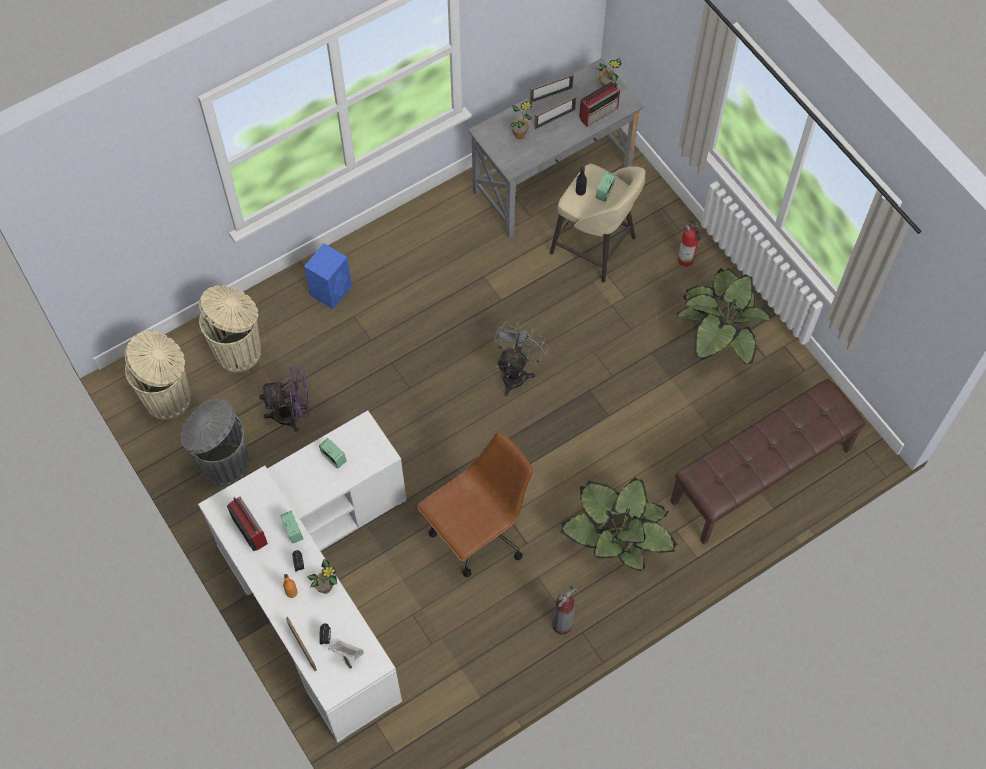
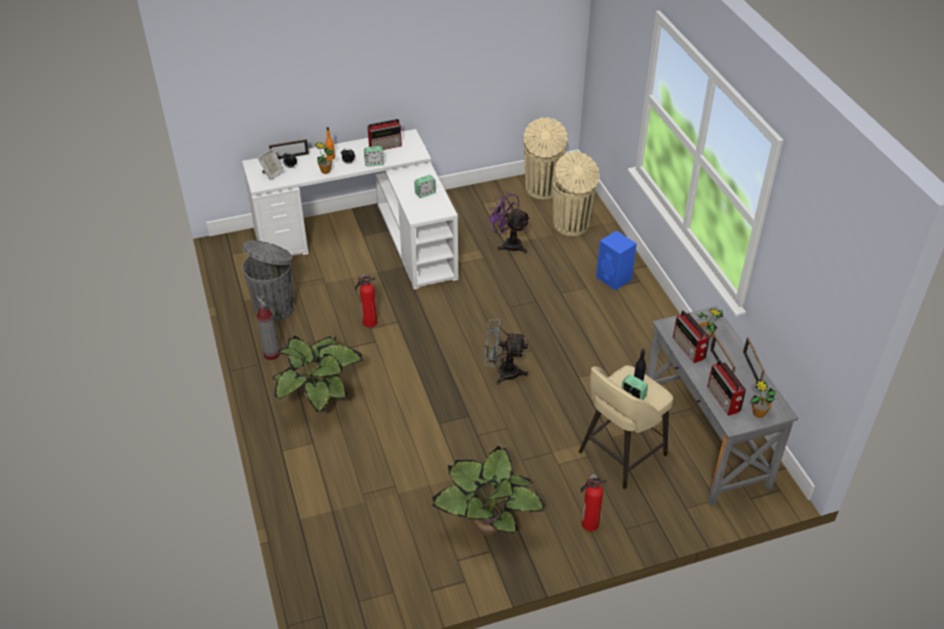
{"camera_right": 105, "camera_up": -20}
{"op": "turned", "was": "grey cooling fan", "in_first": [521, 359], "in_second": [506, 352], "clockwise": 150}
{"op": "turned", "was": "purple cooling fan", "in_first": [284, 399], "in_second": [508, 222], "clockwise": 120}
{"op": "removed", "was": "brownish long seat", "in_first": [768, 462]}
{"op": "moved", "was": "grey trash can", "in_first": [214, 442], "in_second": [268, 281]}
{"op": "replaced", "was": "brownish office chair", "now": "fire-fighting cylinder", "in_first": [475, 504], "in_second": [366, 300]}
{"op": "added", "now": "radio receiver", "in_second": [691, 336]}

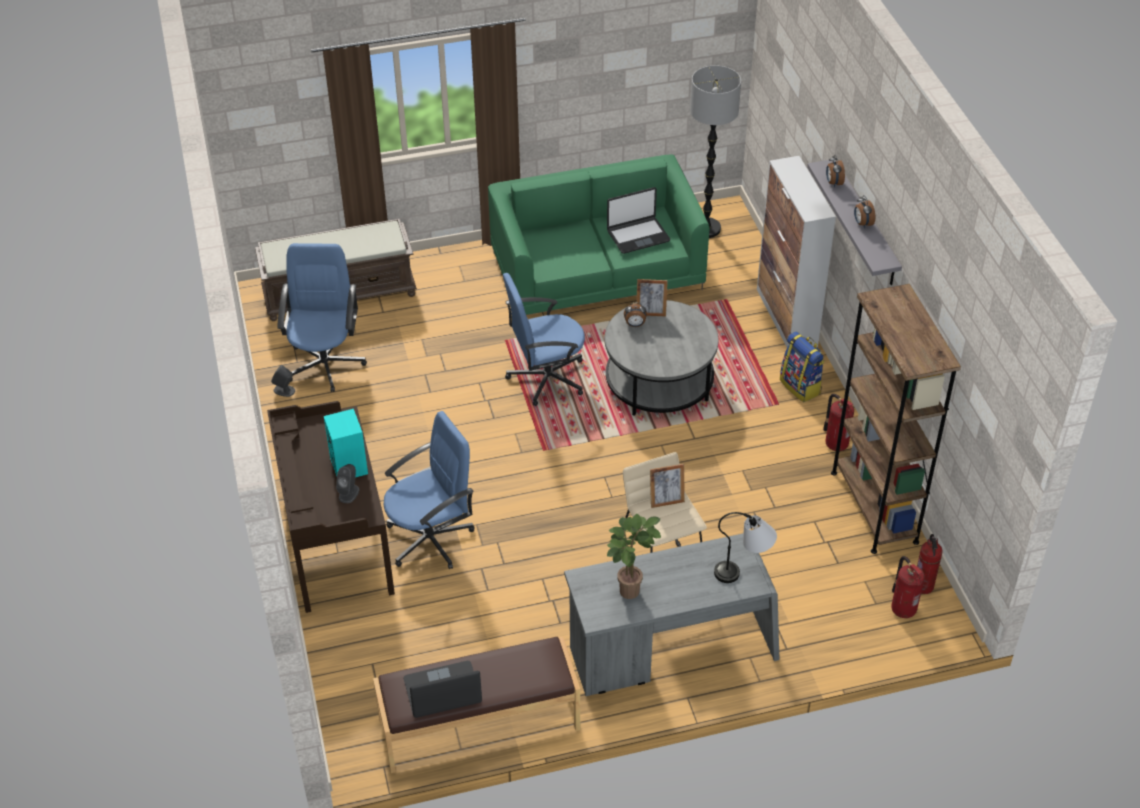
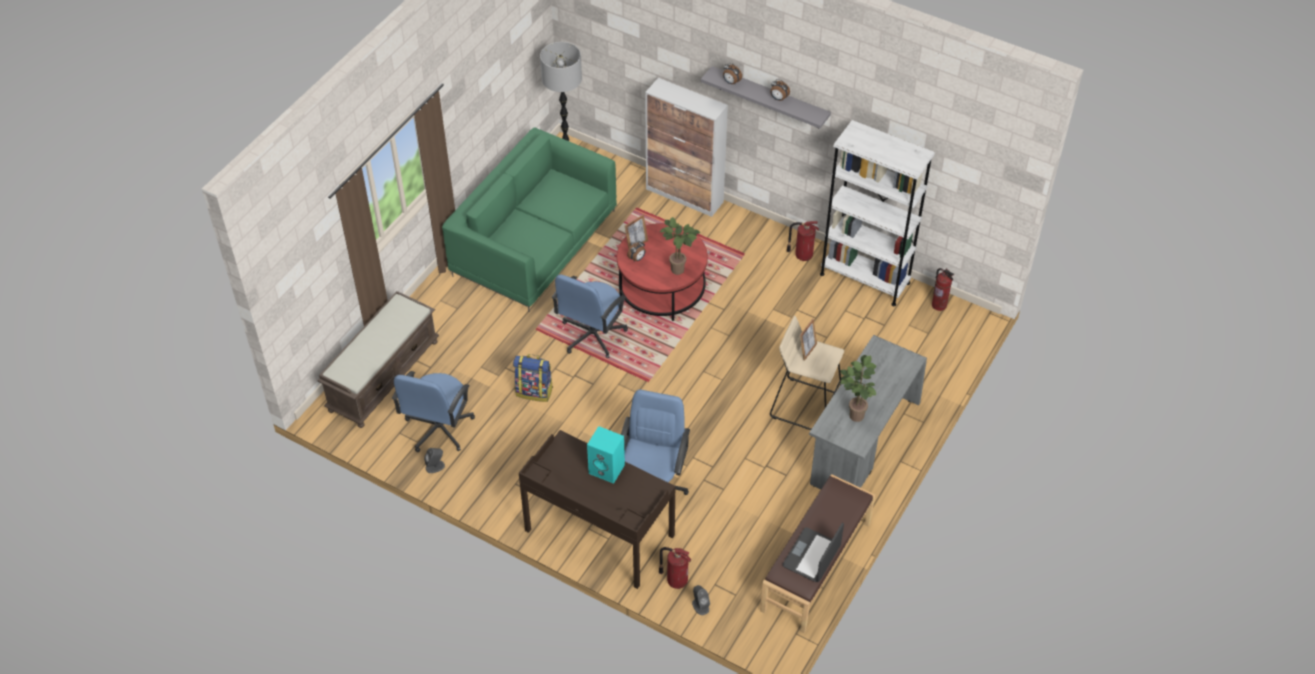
{"camera_right": -45, "camera_up": 5}
{"op": "removed", "was": "notebook computer", "in_first": [638, 220]}
{"op": "turned", "was": "blue office chair", "in_first": [322, 317], "in_second": [433, 411], "clockwise": -120}
{"op": "recoloured", "was": "brownish bookshelf", "now": "white-coloured bookshelf", "in_first": [896, 419], "in_second": [877, 213]}
{"op": "recoloured", "was": "grey low table", "now": "reddish low table", "in_first": [661, 358], "in_second": [662, 272]}
{"op": "moved", "was": "knapsack", "in_first": [802, 366], "in_second": [533, 378]}
{"op": "moved", "was": "grey loudspeaker", "in_first": [347, 483], "in_second": [701, 600]}
{"op": "removed", "was": "lamp for a table", "in_first": [745, 547]}
{"op": "moved", "was": "fire-fighting cylinder", "in_first": [908, 587], "in_second": [675, 568]}
{"op": "added", "now": "potted plant", "in_second": [680, 246]}

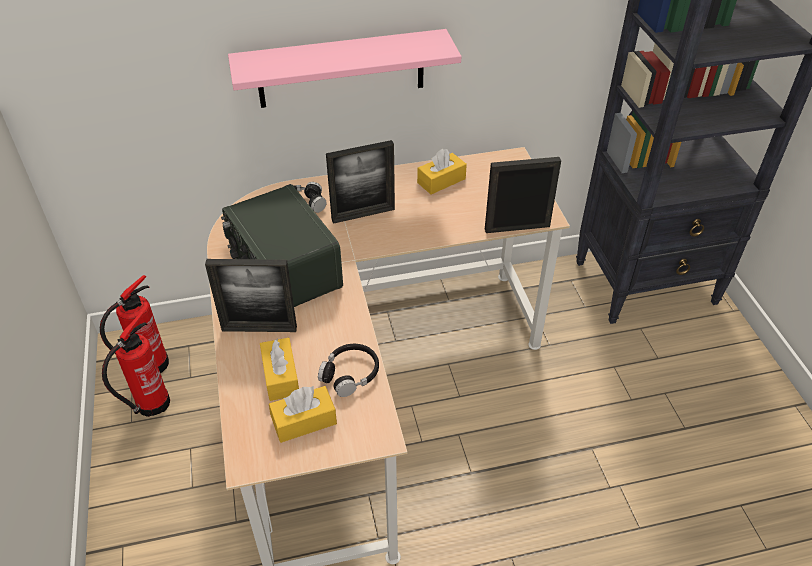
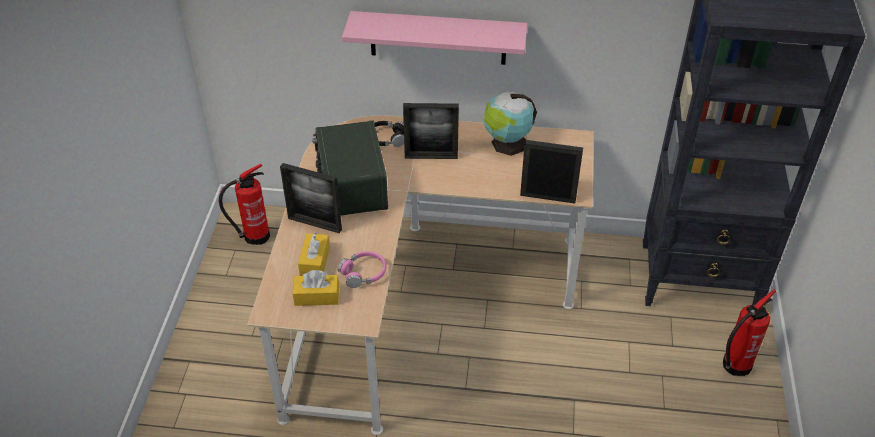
{"camera_right": 20, "camera_up": 0}
{"op": "replaced", "was": "yellowish box of tissues", "now": "desk globe", "in_first": [442, 172], "in_second": [510, 124]}
{"op": "moved", "was": "fire-fighting cylinder", "in_first": [136, 364], "in_second": [749, 333]}
{"op": "recoloured", "was": "black-coloured pair of headphones", "now": "pink-coloured pair of headphones", "in_first": [348, 370], "in_second": [362, 269]}

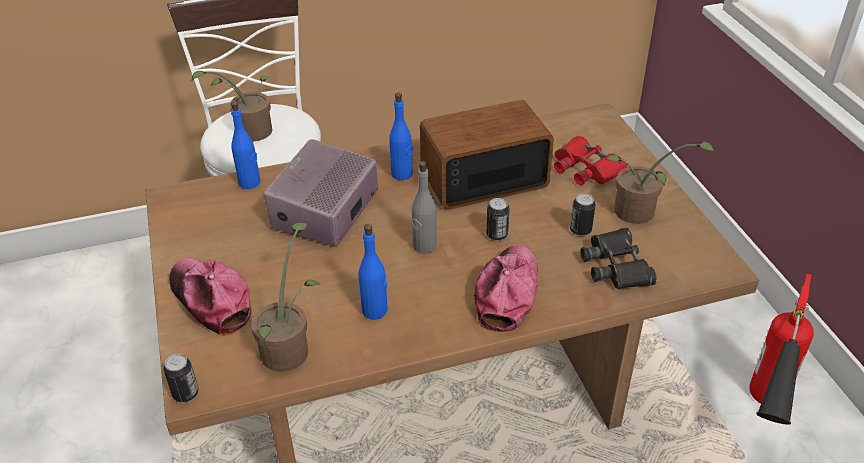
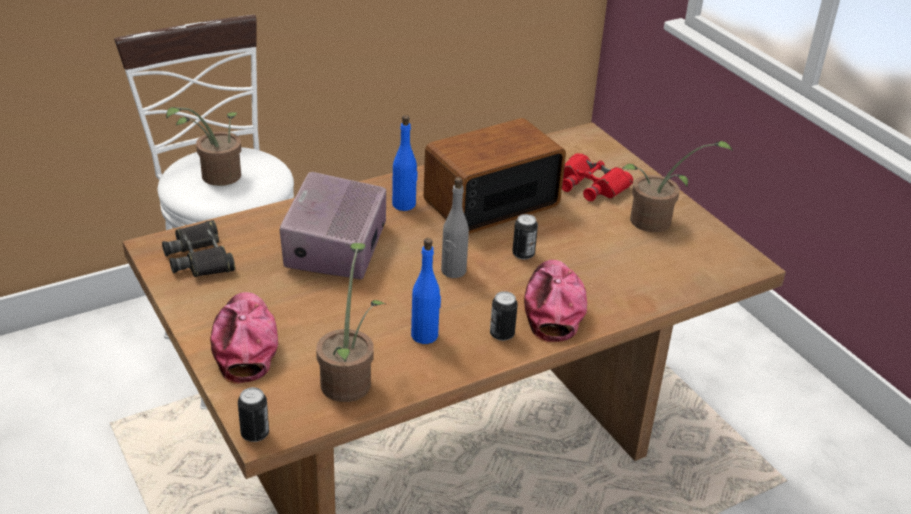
{"camera_right": -15, "camera_up": -5}
{"op": "removed", "was": "blue bottle", "in_first": [246, 145]}
{"op": "moved", "was": "metal can", "in_first": [583, 214], "in_second": [504, 316]}
{"op": "moved", "was": "black-coloured binoculars", "in_first": [618, 258], "in_second": [198, 248]}
{"op": "turned", "was": "baseball cap", "in_first": [210, 297], "in_second": [244, 338], "clockwise": 45}
{"op": "removed", "was": "fire-fighting cylinder", "in_first": [781, 349]}

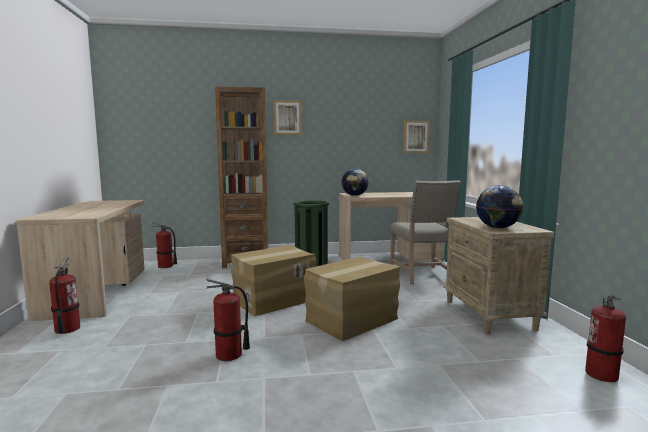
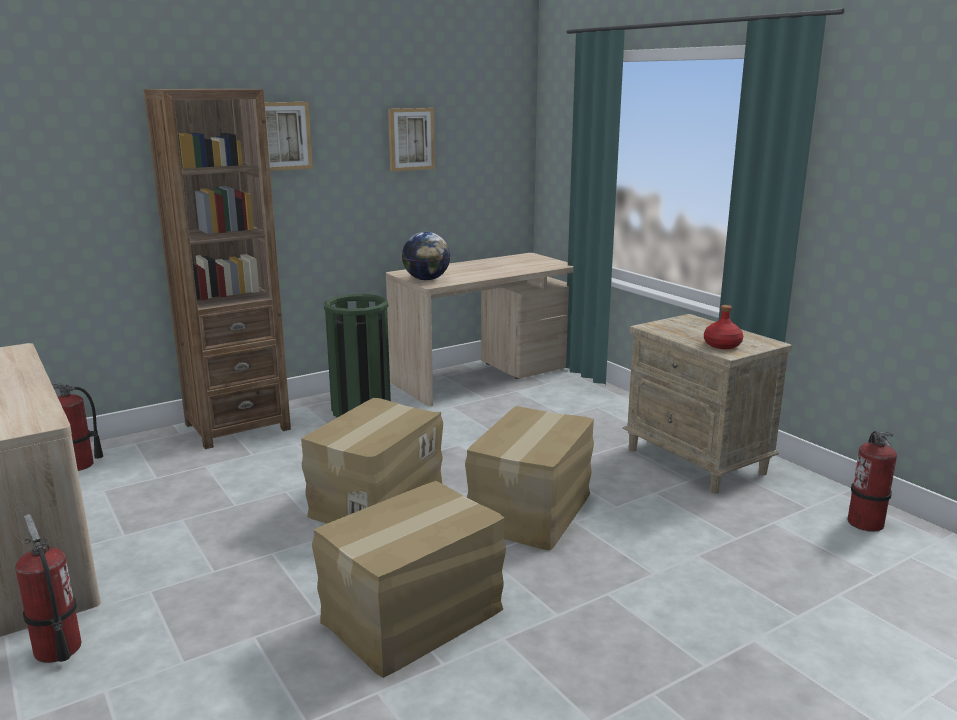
{"camera_right": -25, "camera_up": 10}
{"op": "moved", "was": "picture", "in_first": [416, 137], "in_second": [411, 140]}
{"op": "removed", "was": "beige chair", "in_first": [425, 232]}
{"op": "replaced", "was": "desk globe", "now": "reddish bottle", "in_first": [499, 206], "in_second": [723, 327]}
{"op": "replaced", "was": "fire-fighting cylinder", "now": "carton", "in_first": [228, 320], "in_second": [409, 579]}

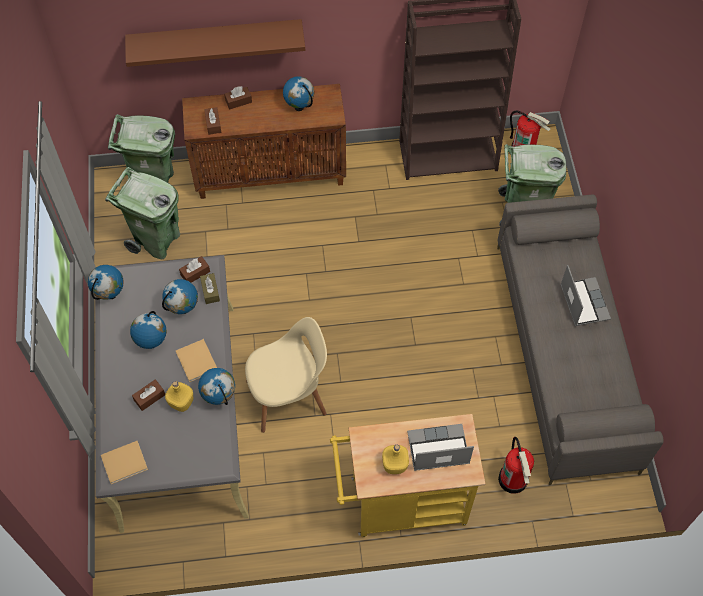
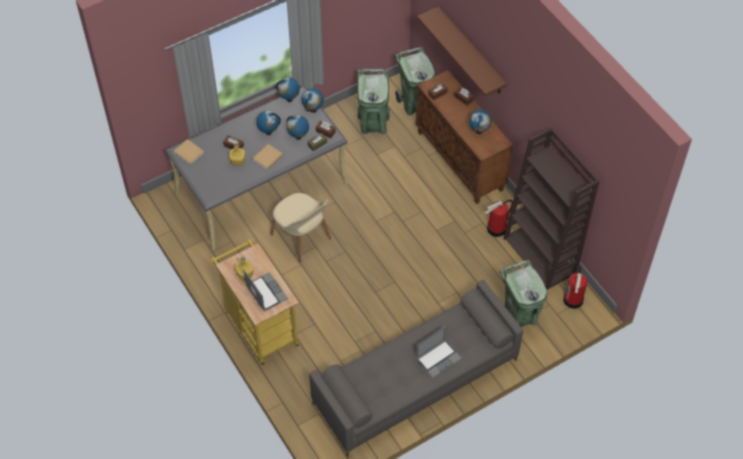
{"camera_right": 65, "camera_up": -5}
{"op": "moved", "was": "desk globe", "in_first": [216, 386], "in_second": [312, 100]}
{"op": "moved", "was": "fire-fighting cylinder", "in_first": [516, 465], "in_second": [499, 218]}

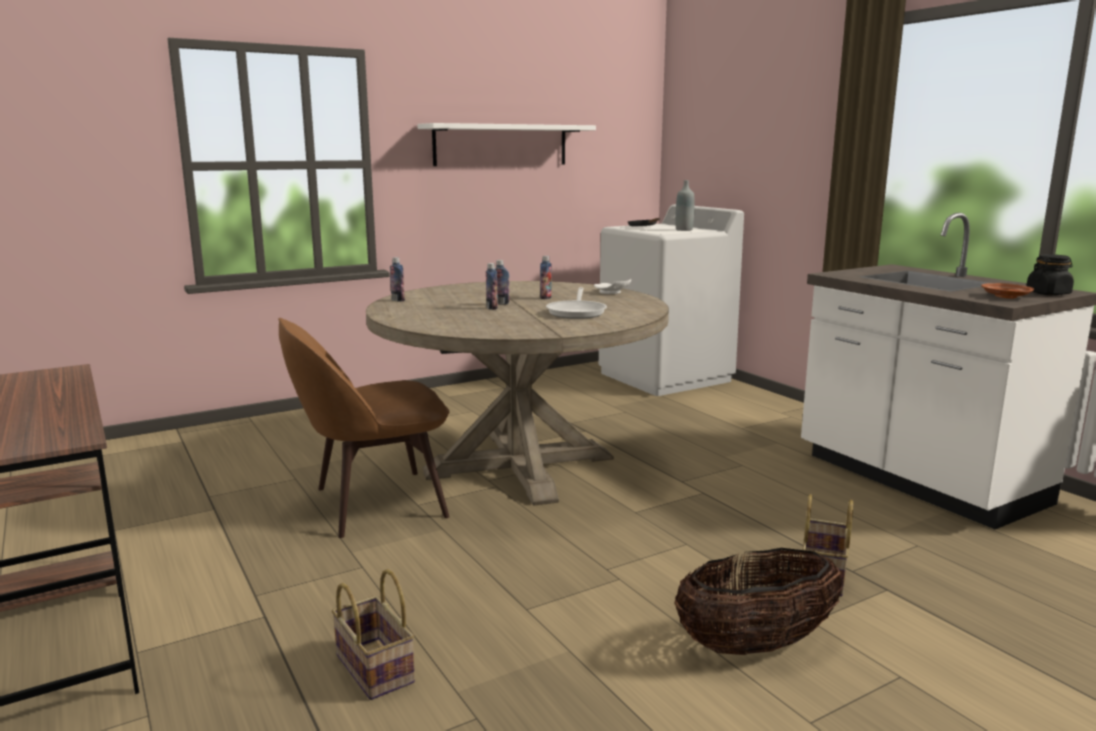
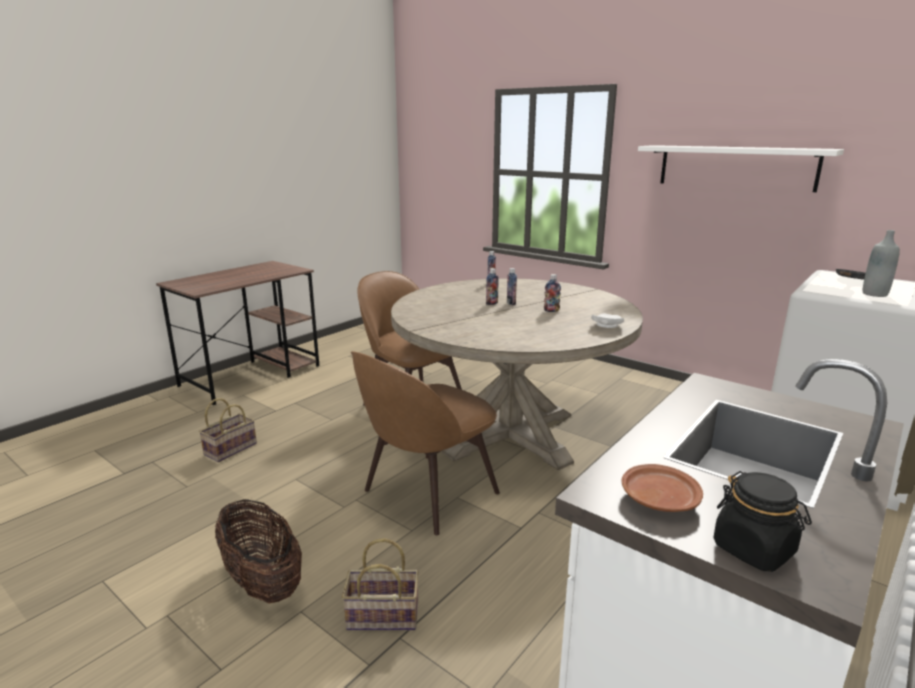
{"camera_right": 70, "camera_up": 5}
{"op": "removed", "was": "skillet", "in_first": [576, 303]}
{"op": "added", "now": "brownish chair", "in_second": [425, 443]}

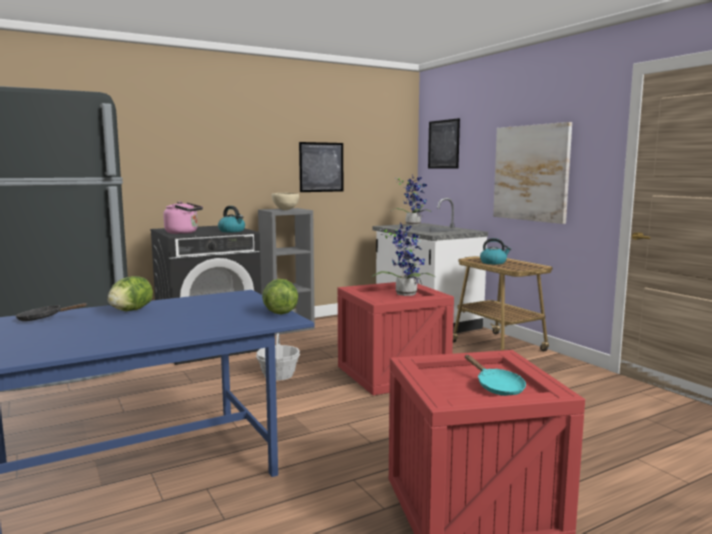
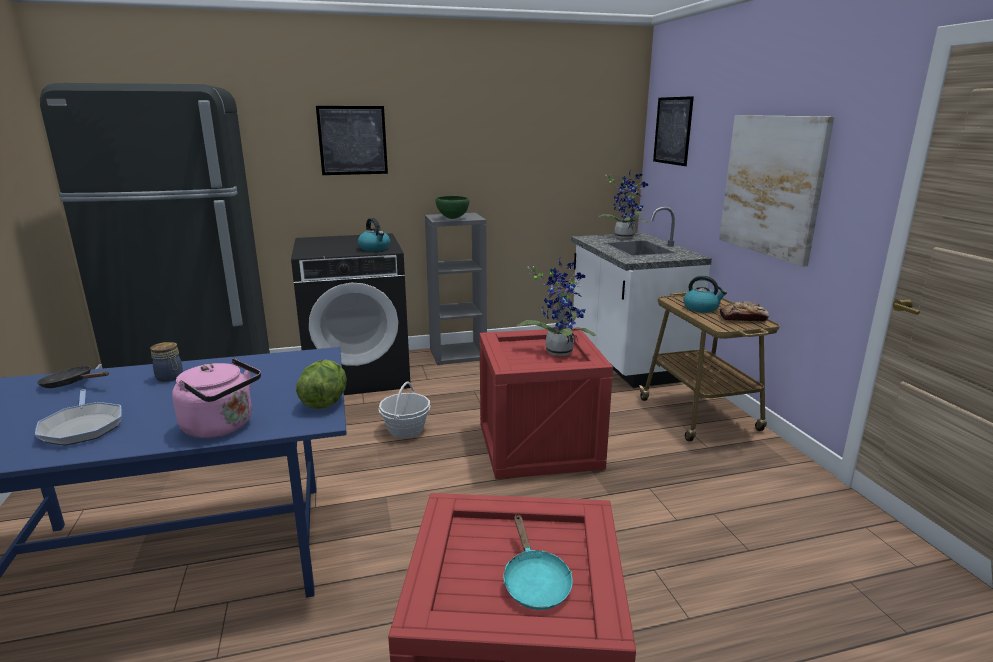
{"camera_right": 15, "camera_up": 10}
{"op": "moved", "was": "picture", "in_first": [321, 167], "in_second": [352, 140]}
{"op": "recoloured", "was": "beige deep dish", "now": "green deep dish", "in_first": [285, 201], "in_second": [452, 207]}
{"op": "moved", "was": "pink-coloured water kettle", "in_first": [183, 217], "in_second": [216, 398]}
{"op": "replaced", "was": "head of lettuce", "now": "jar", "in_first": [130, 293], "in_second": [166, 362]}
{"op": "added", "now": "baked bread", "in_second": [744, 311]}
{"op": "added", "now": "skillet", "in_second": [78, 417]}

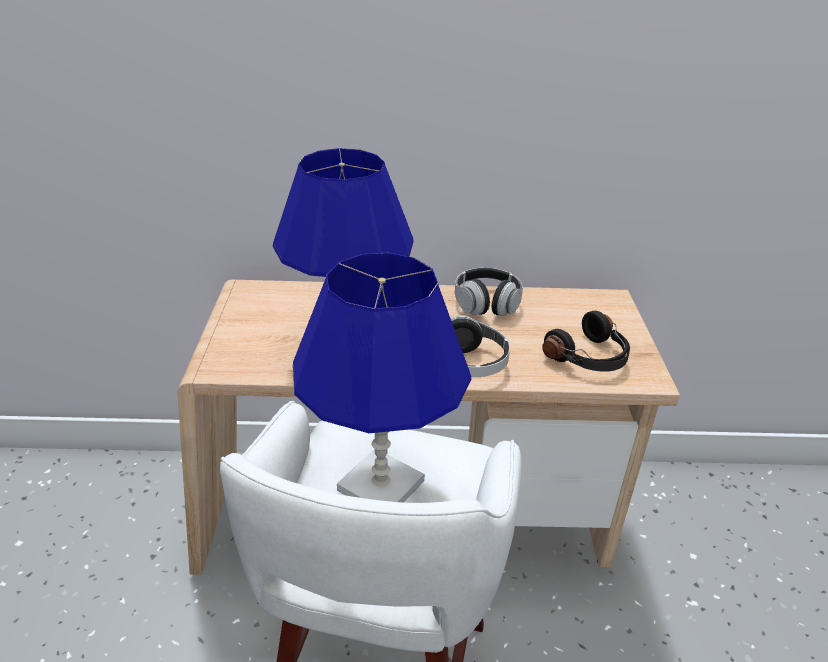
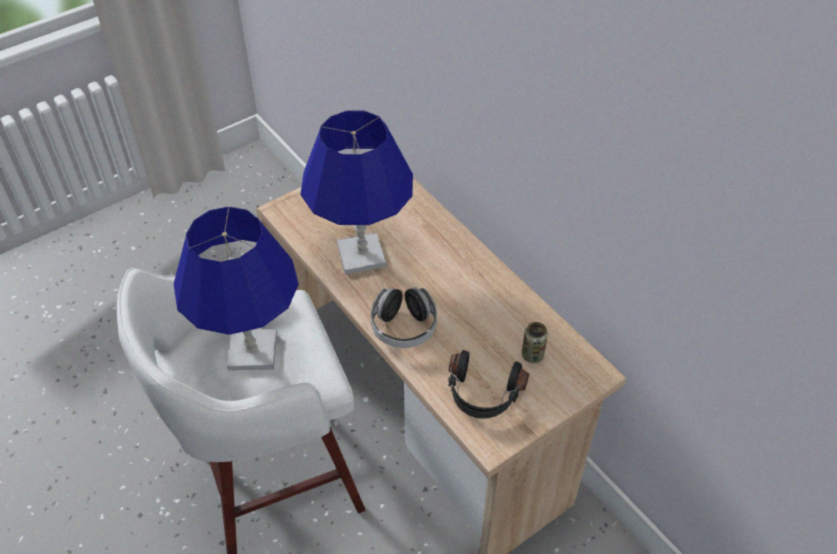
{"camera_right": 55, "camera_up": 15}
{"op": "removed", "was": "pair of headphones", "in_first": [489, 291]}
{"op": "added", "now": "metal can", "in_second": [535, 342]}

